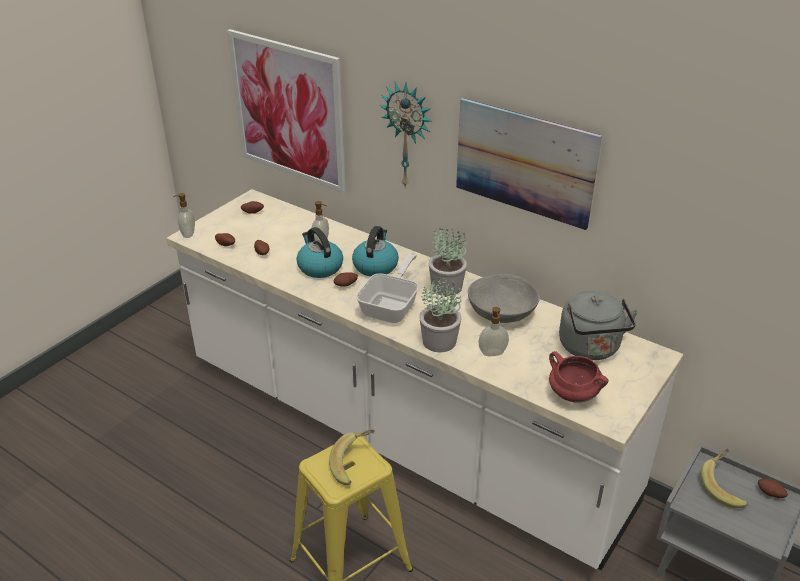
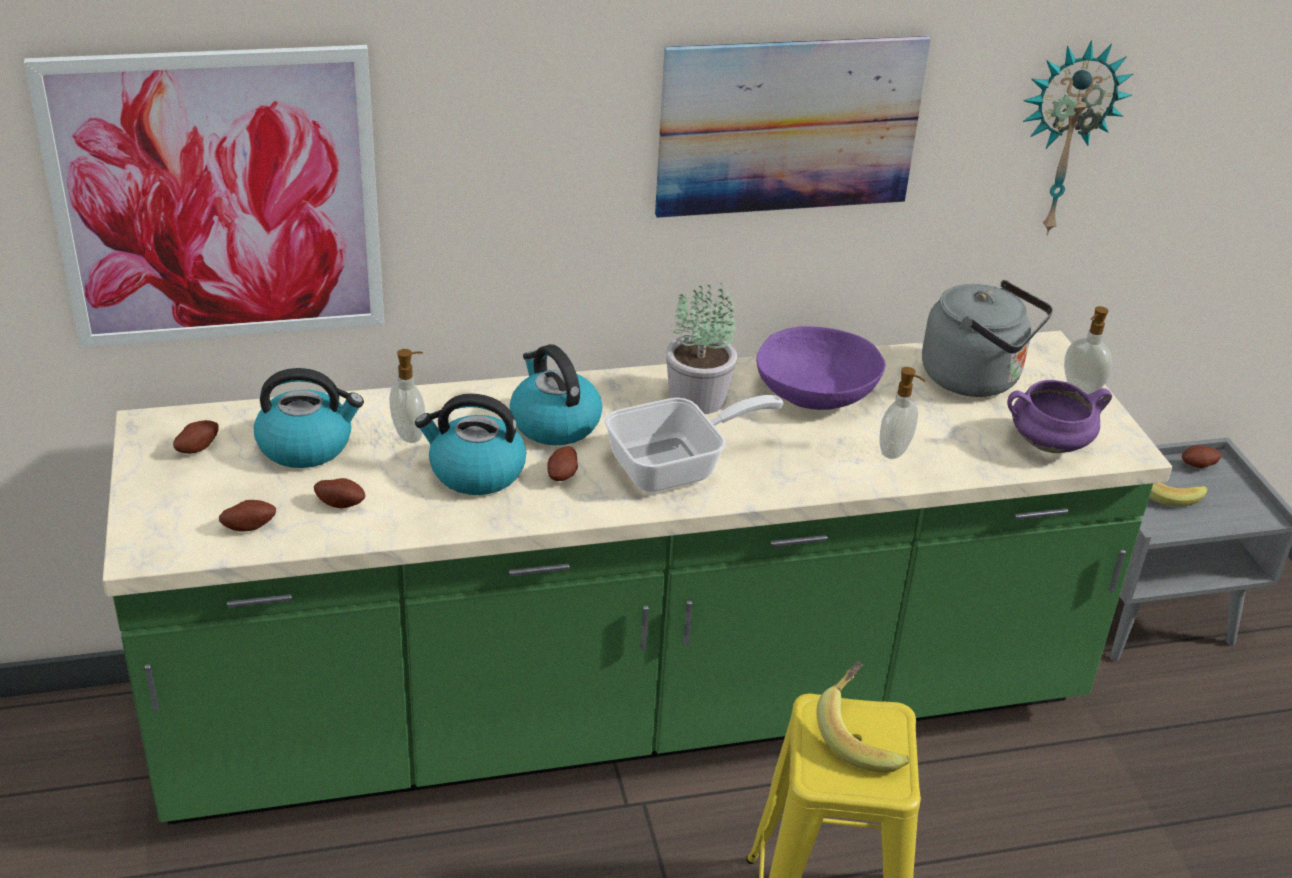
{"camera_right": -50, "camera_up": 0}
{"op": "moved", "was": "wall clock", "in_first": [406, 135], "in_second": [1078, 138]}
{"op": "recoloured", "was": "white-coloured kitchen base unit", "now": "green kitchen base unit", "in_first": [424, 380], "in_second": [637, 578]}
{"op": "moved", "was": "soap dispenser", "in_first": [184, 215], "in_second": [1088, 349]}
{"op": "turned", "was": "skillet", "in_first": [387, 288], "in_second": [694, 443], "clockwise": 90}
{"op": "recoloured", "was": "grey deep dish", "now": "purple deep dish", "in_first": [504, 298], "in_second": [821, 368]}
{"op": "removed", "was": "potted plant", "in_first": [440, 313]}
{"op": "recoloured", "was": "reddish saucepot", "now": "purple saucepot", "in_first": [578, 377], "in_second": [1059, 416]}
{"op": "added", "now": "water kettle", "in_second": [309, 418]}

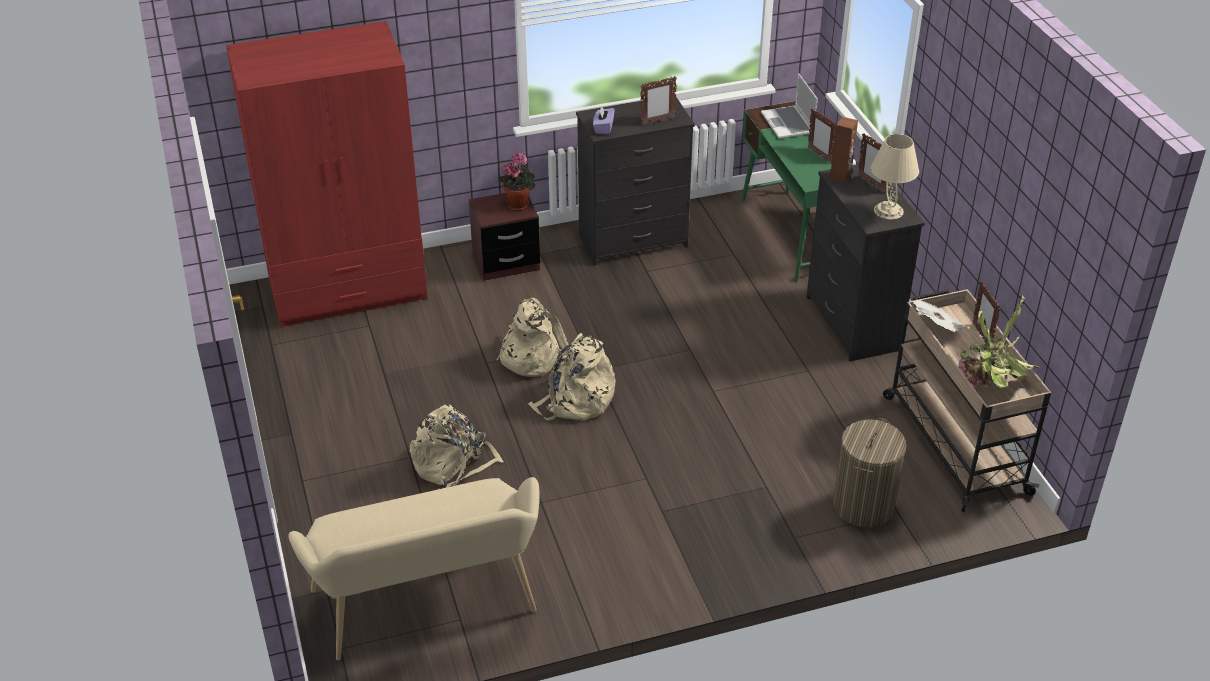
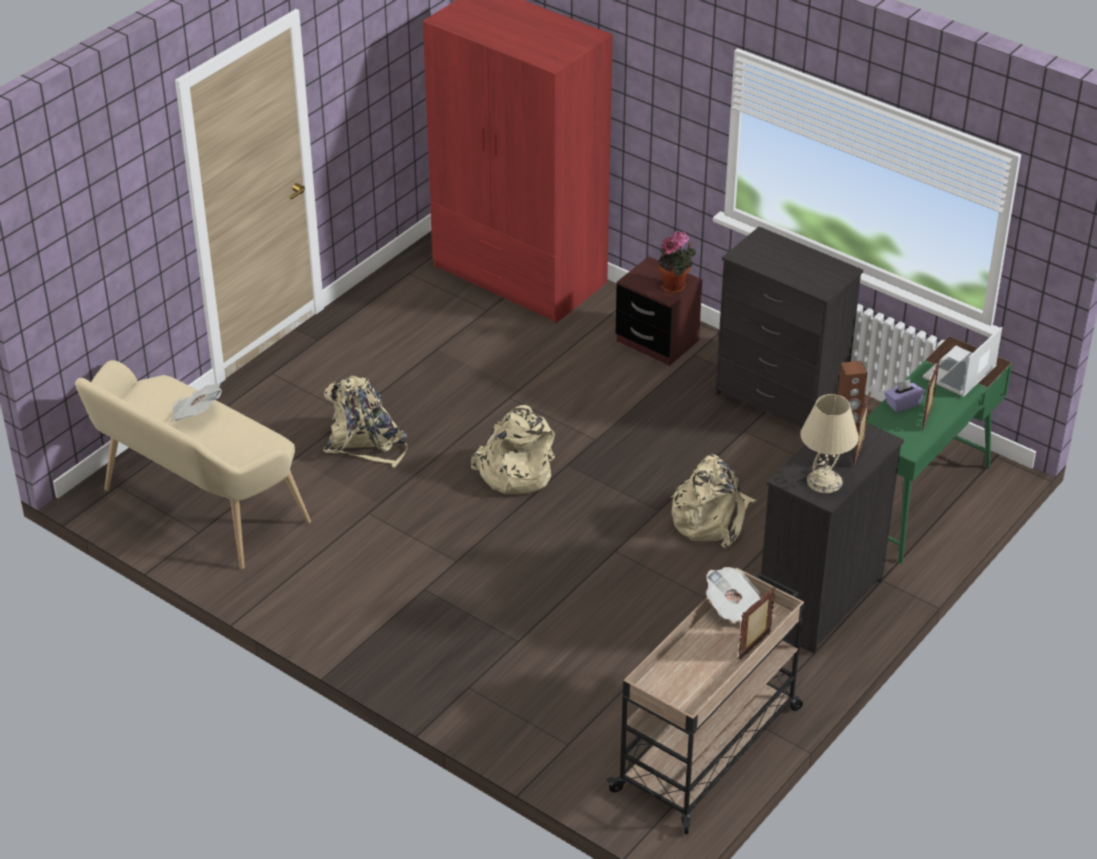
{"camera_right": 55, "camera_up": 0}
{"op": "removed", "was": "standing frame", "in_first": [658, 101]}
{"op": "moved", "was": "purple box of tissues", "in_first": [604, 120], "in_second": [904, 395]}
{"op": "removed", "was": "potted plant", "in_first": [999, 341]}
{"op": "moved", "was": "beige knapsack", "in_first": [532, 337], "in_second": [713, 501]}
{"op": "removed", "was": "laundry basket", "in_first": [870, 472]}
{"op": "added", "now": "daily paper", "in_second": [196, 402]}

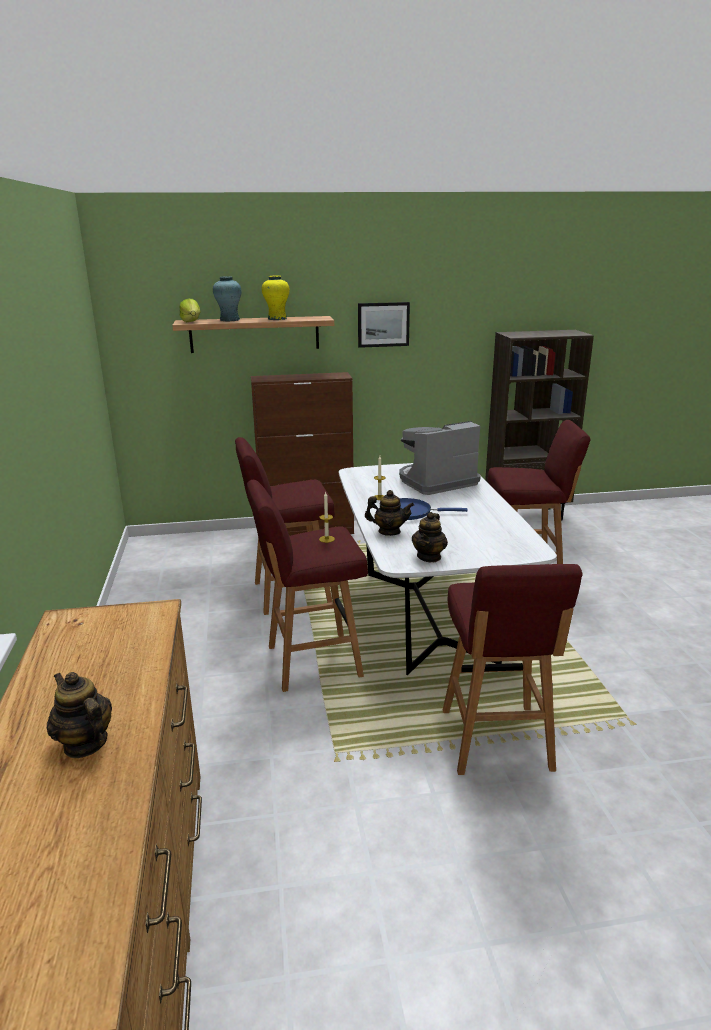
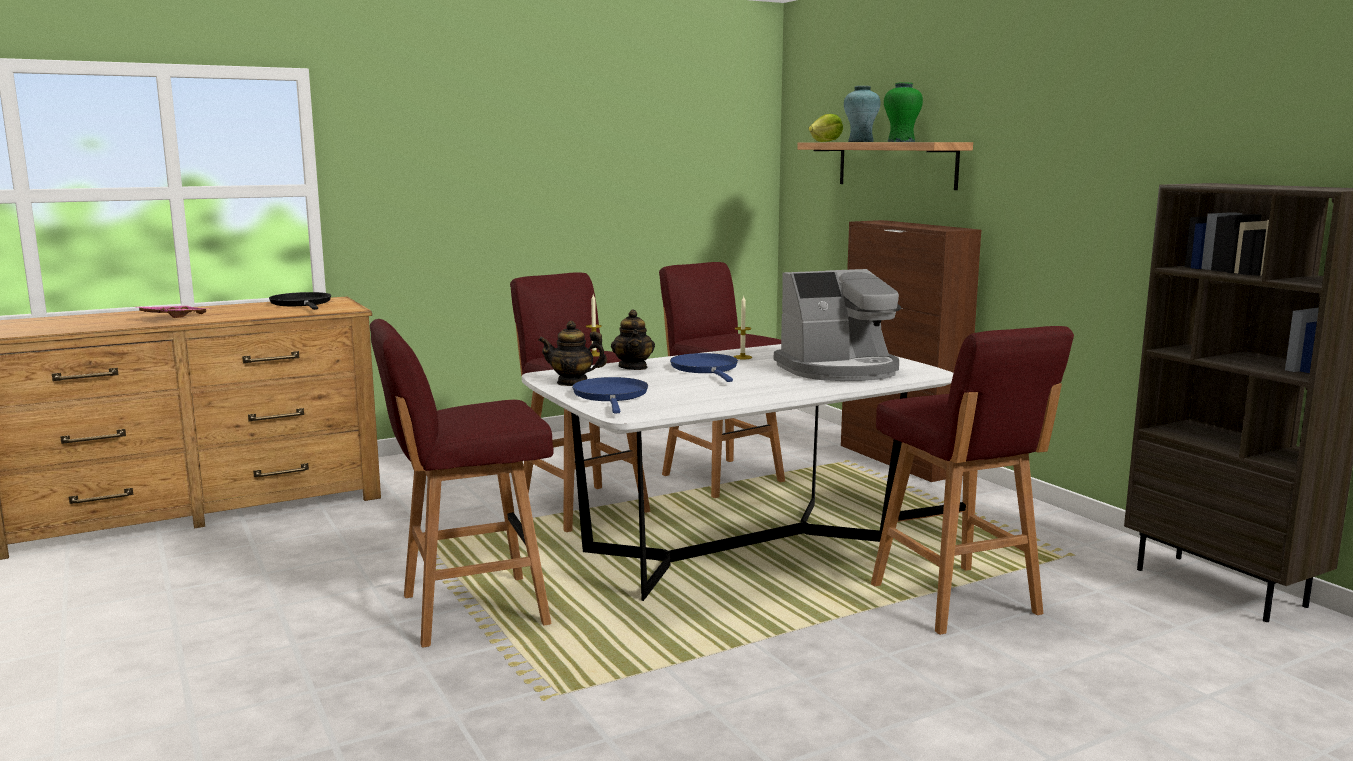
{"camera_right": 70, "camera_up": -10}
{"op": "recoloured", "was": "yellowish decorative vase", "now": "green decorative vase", "in_first": [276, 298], "in_second": [903, 112]}
{"op": "removed", "was": "picture", "in_first": [384, 325]}
{"op": "turned", "was": "coffee brewer", "in_first": [440, 458], "in_second": [837, 325], "clockwise": 120}
{"op": "replaced", "was": "pot for tea", "now": "pink-coloured carrying tray", "in_first": [79, 715], "in_second": [173, 312]}
{"op": "added", "now": "black-coloured skillet", "in_second": [300, 301]}
{"op": "added", "now": "blue skillet", "in_second": [610, 395]}

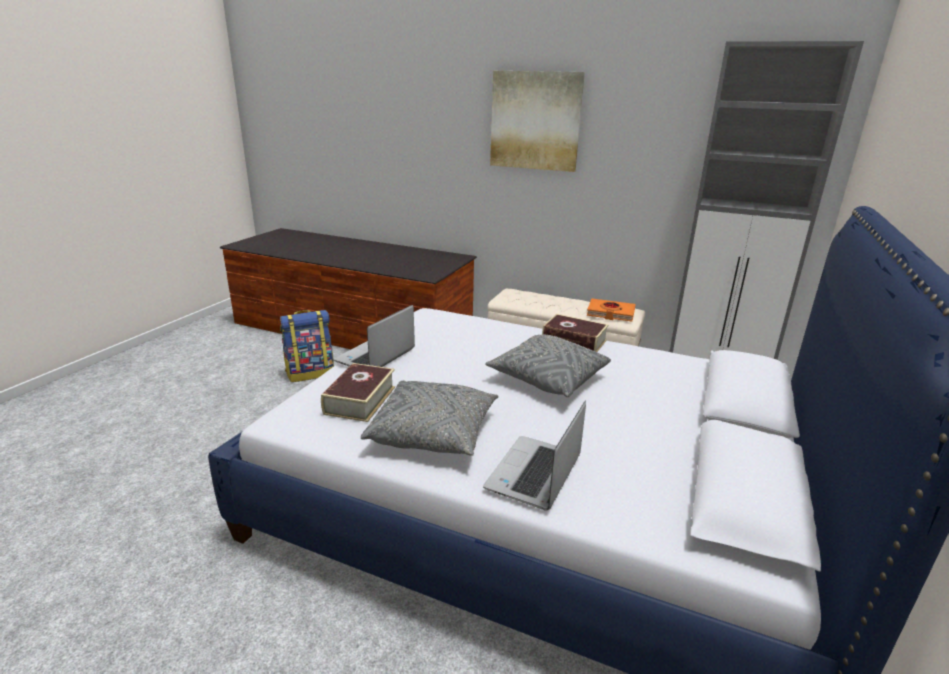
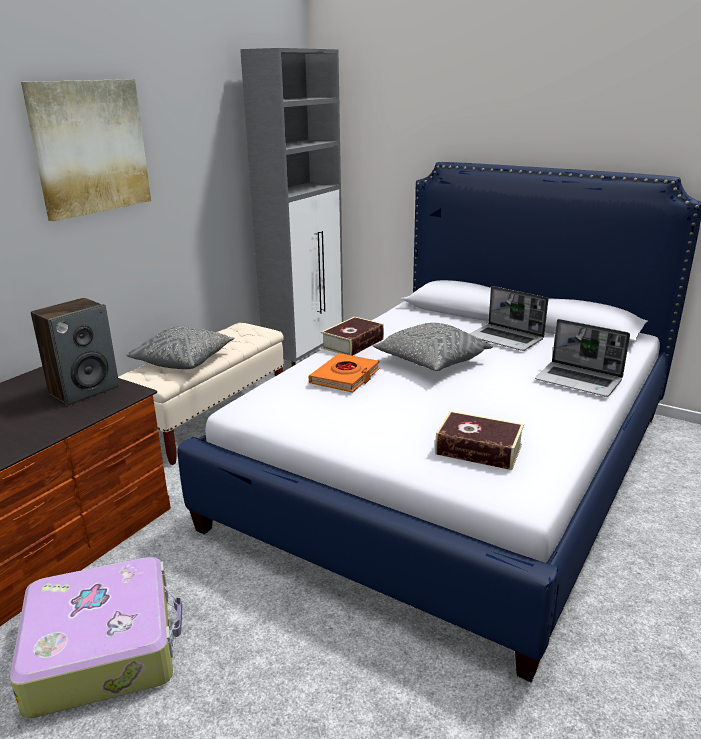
{"camera_right": -80, "camera_up": 0}
{"op": "moved", "was": "orange bound book", "in_first": [611, 309], "in_second": [344, 373]}
{"op": "moved", "was": "notebook computer", "in_first": [374, 336], "in_second": [509, 318]}
{"op": "replaced", "was": "knapsack", "now": "travel case", "in_first": [307, 346], "in_second": [96, 638]}
{"op": "moved", "was": "grey pillow", "in_first": [430, 418], "in_second": [180, 348]}
{"op": "added", "now": "loudspeaker", "in_second": [75, 352]}

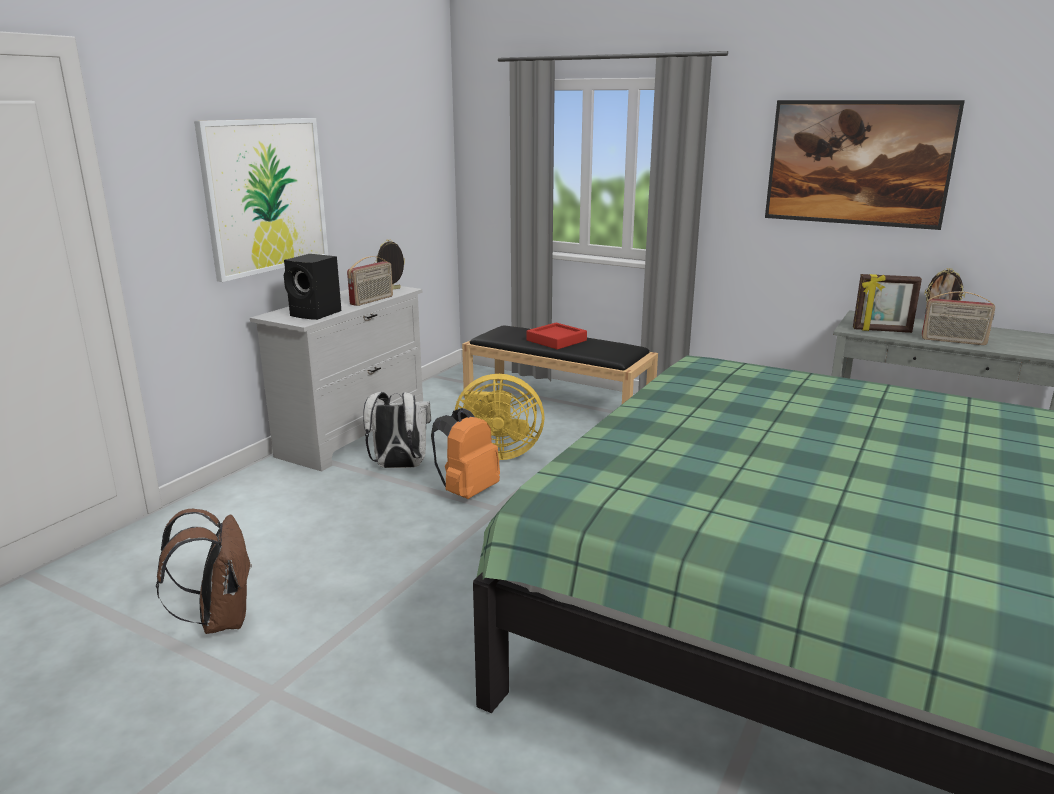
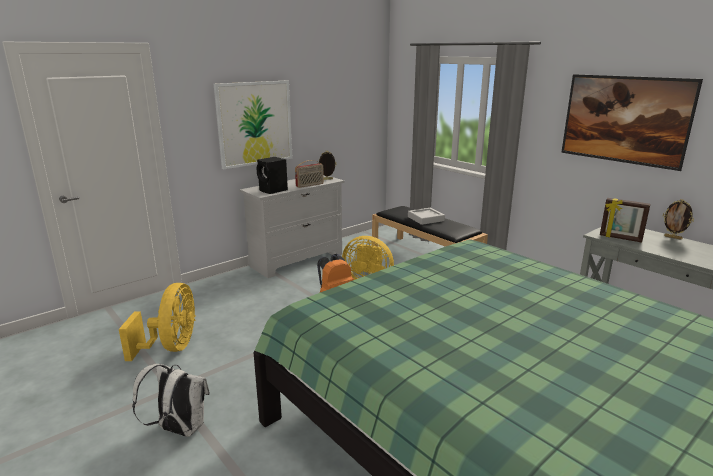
{"camera_right": 20, "camera_up": 0}
{"op": "removed", "was": "radio receiver", "in_first": [958, 318]}
{"op": "recoloured", "was": "reddish carrying tray", "now": "grey carrying tray", "in_first": [557, 336], "in_second": [426, 216]}
{"op": "moved", "was": "white-coloured knapsack", "in_first": [397, 430], "in_second": [171, 400]}
{"op": "replaced", "was": "brownish knapsack", "now": "yellowish cooling fan", "in_first": [204, 571], "in_second": [157, 322]}

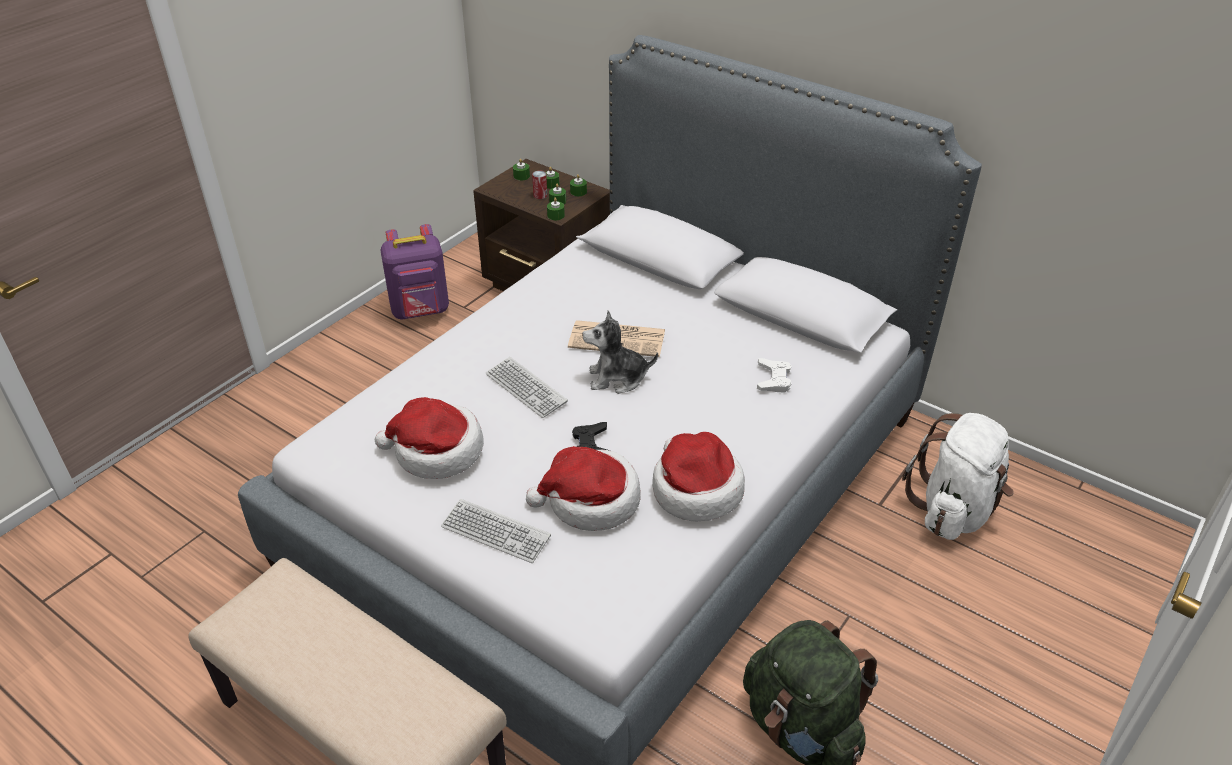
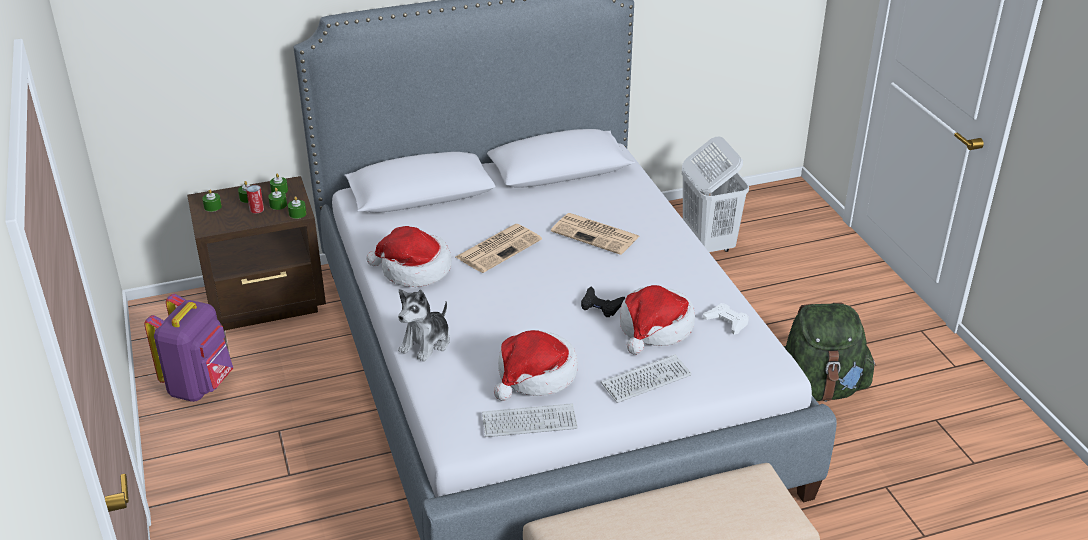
{"camera_right": -55, "camera_up": -5}
{"op": "moved", "was": "soft toy", "in_first": [620, 352], "in_second": [424, 325]}
{"op": "moved", "was": "keyboard", "in_first": [527, 387], "in_second": [530, 420]}
{"op": "moved", "was": "white-coloured joypad", "in_first": [774, 375], "in_second": [726, 318]}
{"op": "replaced", "was": "white-coloured knapsack", "now": "white-coloured laundry basket", "in_first": [958, 476], "in_second": [715, 194]}
{"op": "moved", "was": "clothing hat", "in_first": [698, 476], "in_second": [409, 256]}
{"op": "added", "now": "daily paper", "in_second": [595, 234]}

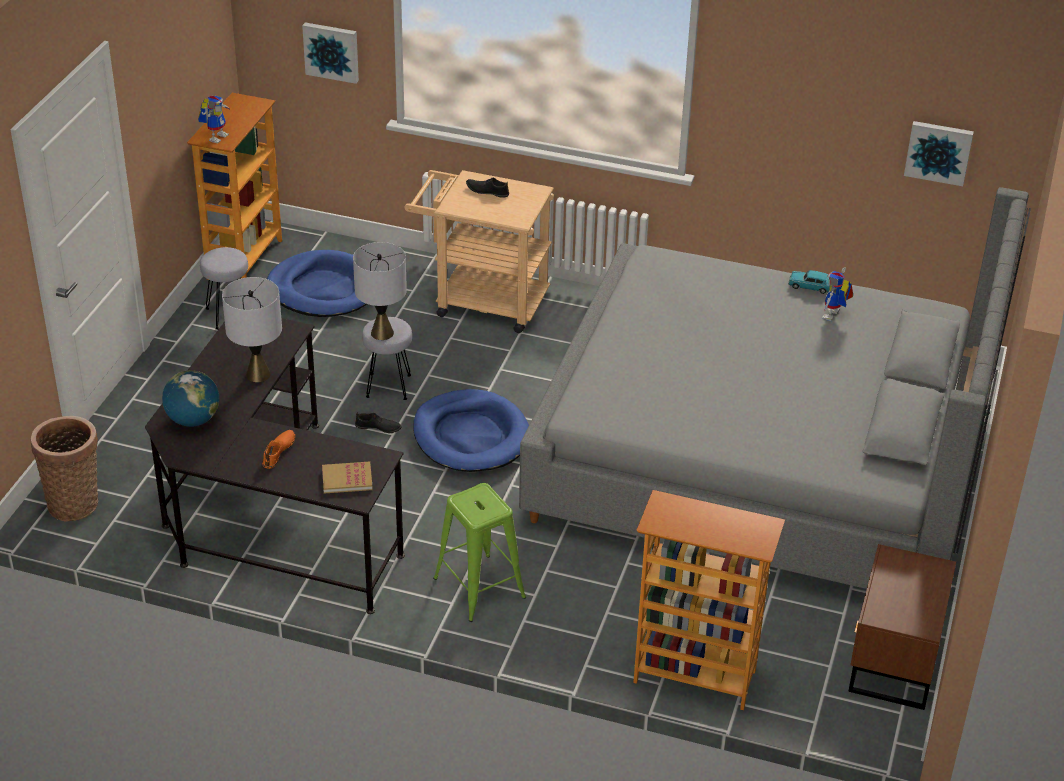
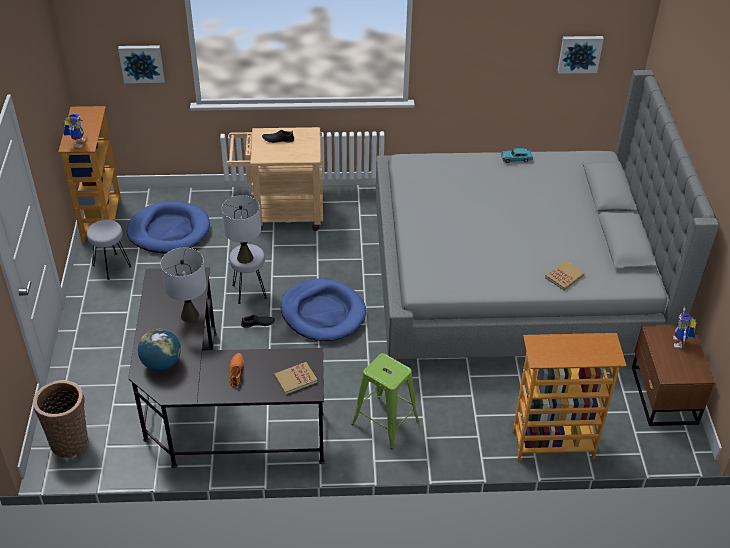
{"camera_right": -20, "camera_up": 5}
{"op": "moved", "was": "toy robot", "in_first": [837, 294], "in_second": [684, 328]}
{"op": "added", "now": "bound book", "in_second": [565, 275]}

